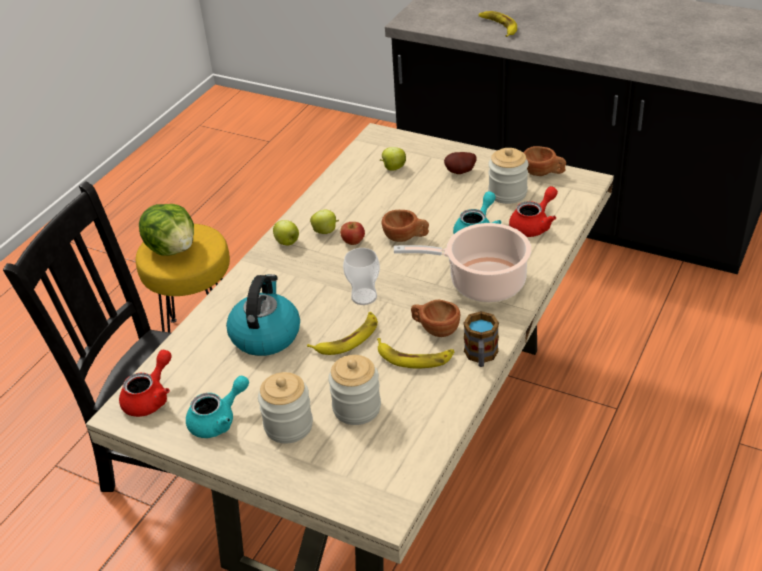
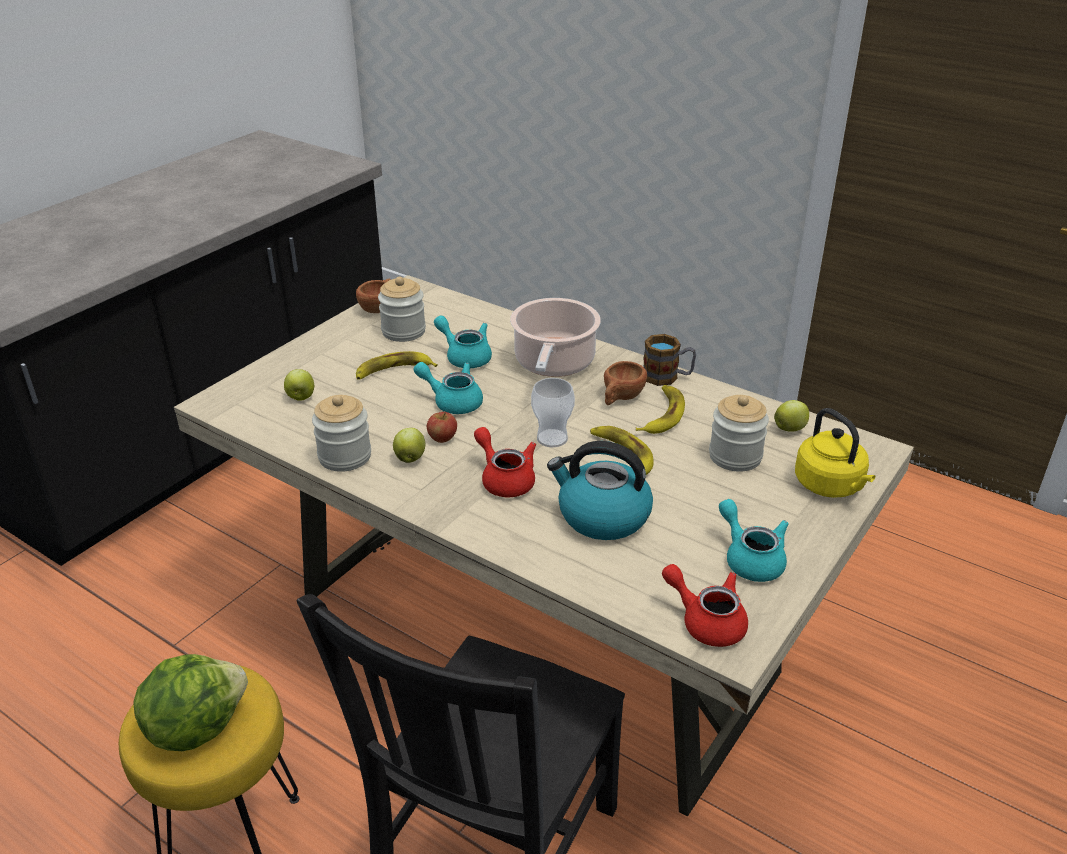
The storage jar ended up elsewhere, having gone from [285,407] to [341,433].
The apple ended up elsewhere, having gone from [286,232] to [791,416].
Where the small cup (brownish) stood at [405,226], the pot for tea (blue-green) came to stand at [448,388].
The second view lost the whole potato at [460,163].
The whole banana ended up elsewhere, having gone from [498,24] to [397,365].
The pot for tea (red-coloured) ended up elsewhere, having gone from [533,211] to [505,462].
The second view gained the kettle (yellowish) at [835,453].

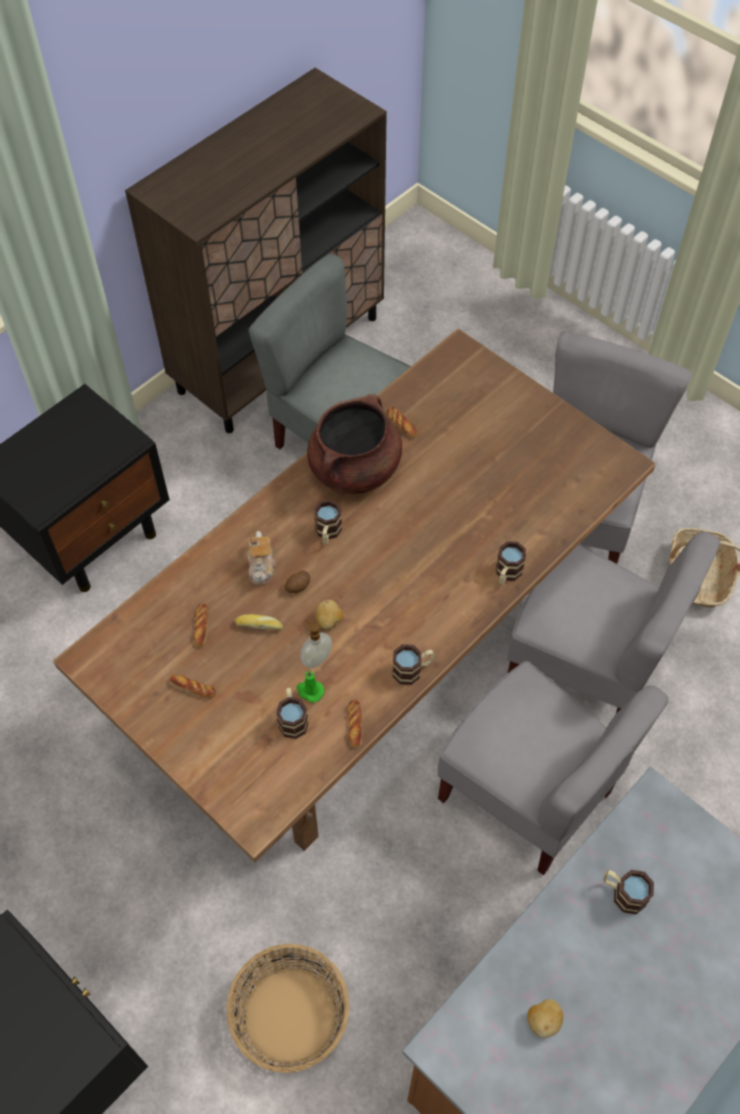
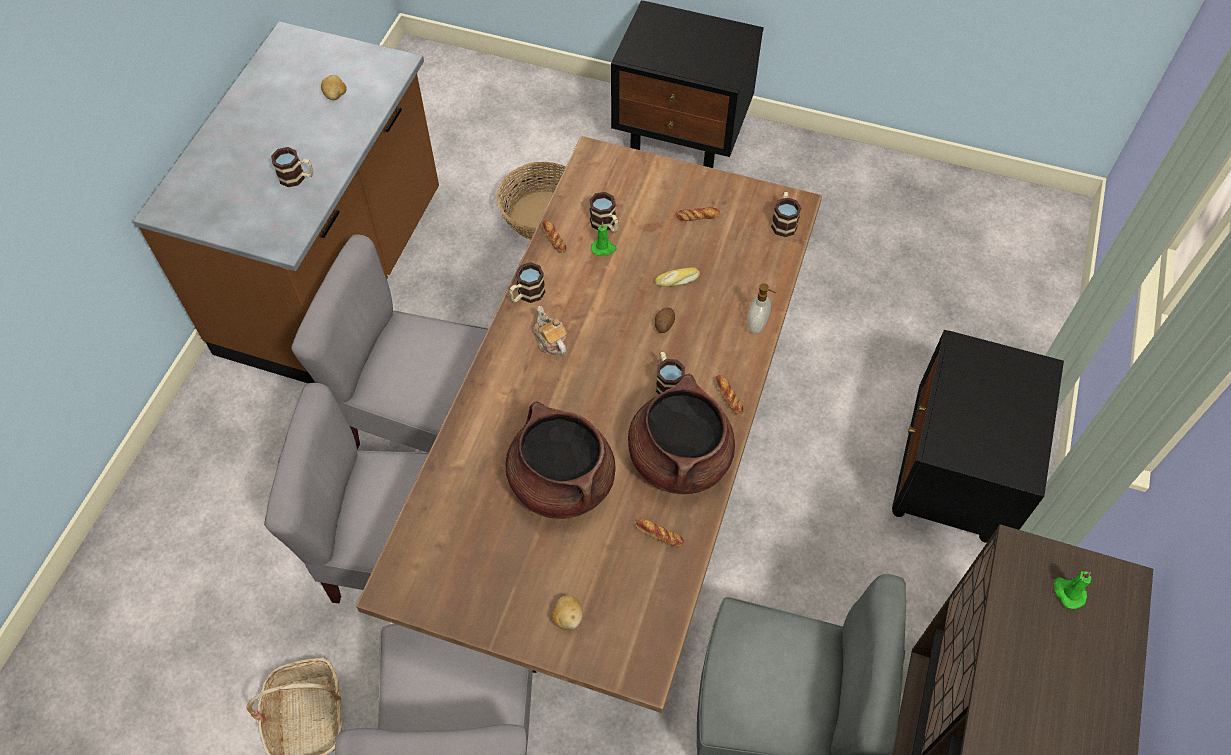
The bakery bread ended up elsewhere, having gone from [201,625] to [729,395].
The pot for tea ended up elsewhere, having gone from [262,558] to [550,331].
The soap dispenser ended up elsewhere, having gone from [316,644] to [761,308].
The whole potato ended up elsewhere, having gone from [329,614] to [567,613].
The mug ended up elsewhere, having gone from [511,563] to [786,214].
The second view gained the stockpot (brownish) at [560,460].
The second view gained the wax candle (green) at [1072,590].

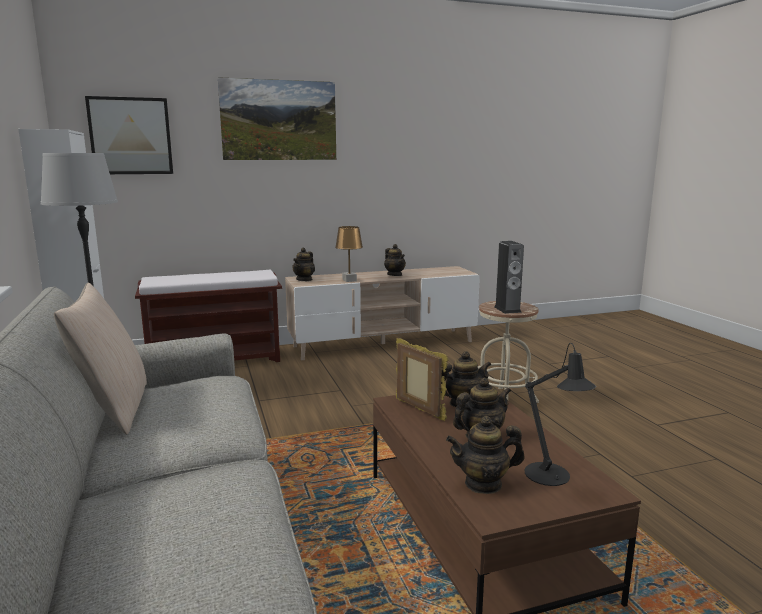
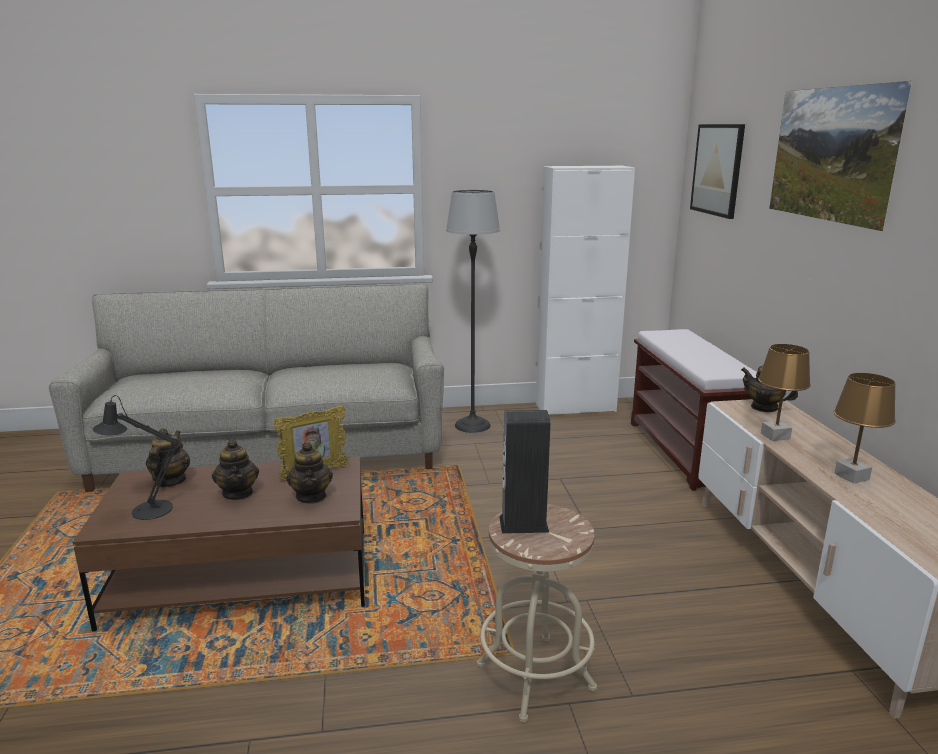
The second view lost the throw pillow (beige) at [100,359].
Where the pot for tea stood at [395,260], the table lamp (brownish) came to stand at [865,428].

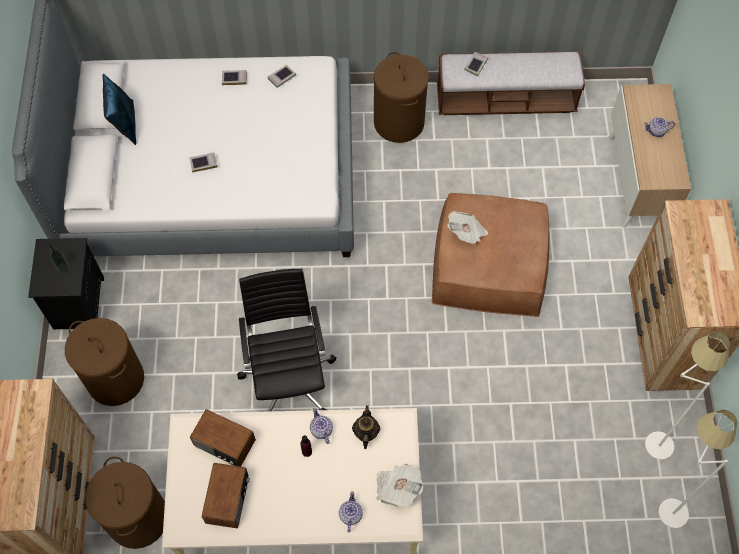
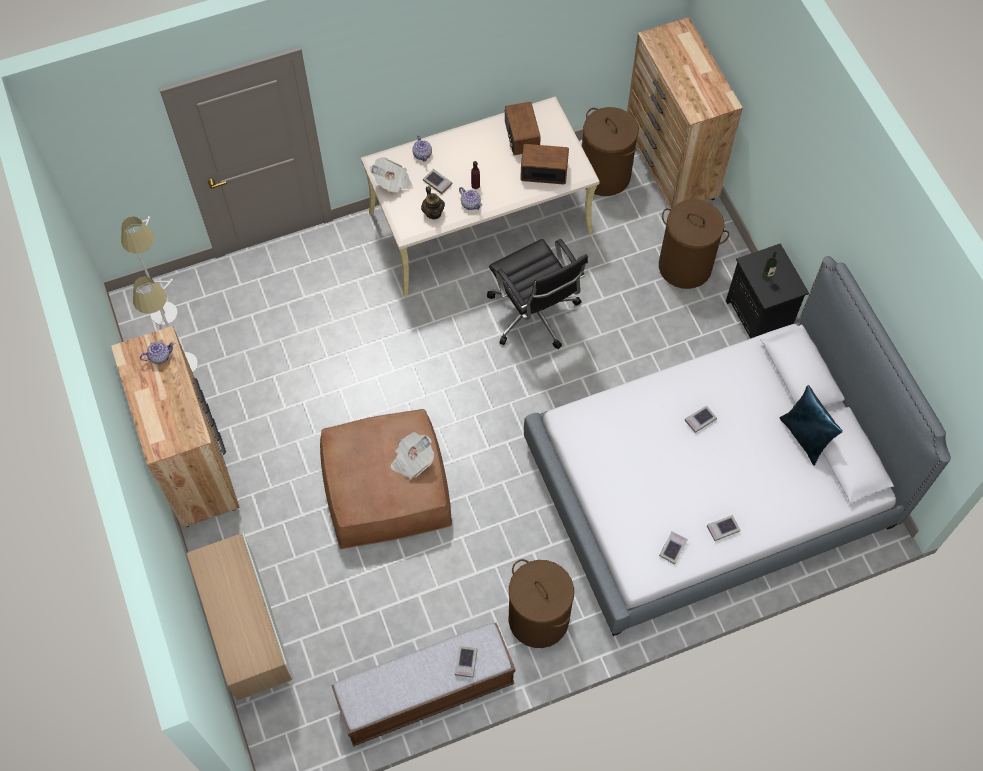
The pot for tea ended up elsewhere, having gone from [659,127] to [157,353].
The second view gained the volume at [437,181].

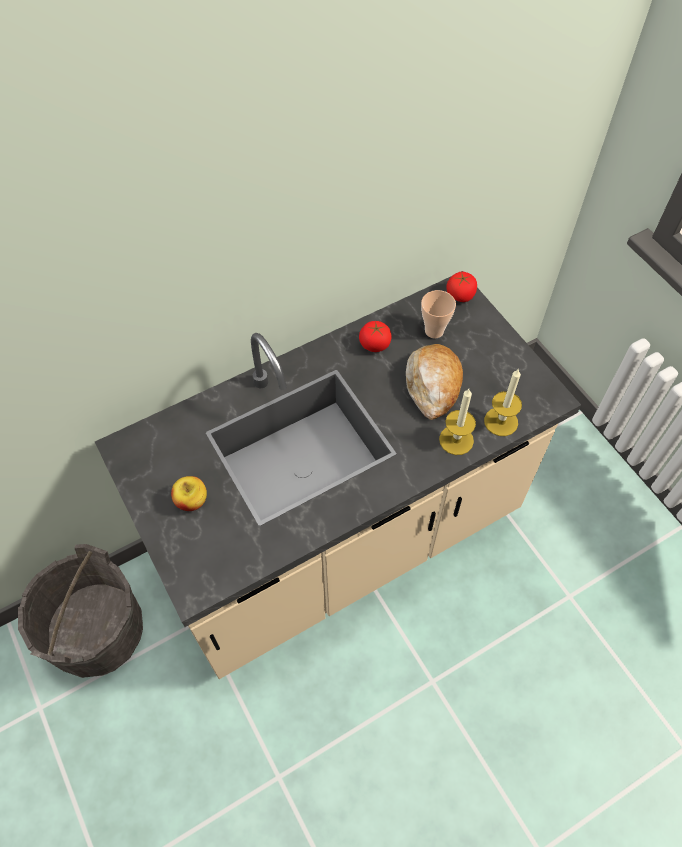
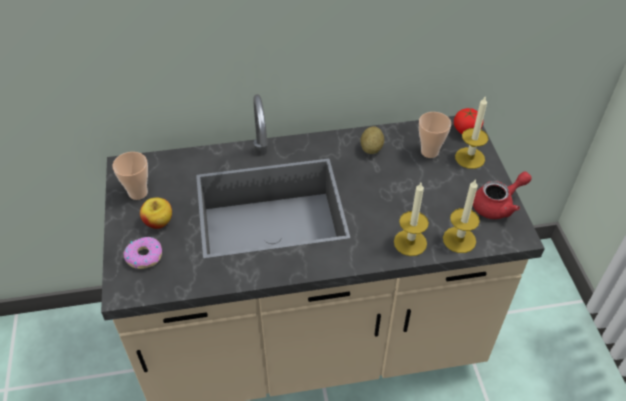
The second view lost the pail (grey) at [80,611].
Where the tomato stood at [375,336], the whole potato came to stand at [372,140].
The second view lost the bakery bread at [434,382].
The second view gained the small cup at [130,176].
The second view gained the donut at [143,253].
The second view gained the wax candle at [471,133].
The second view gained the pot for tea (red-coloured) at [502,195].

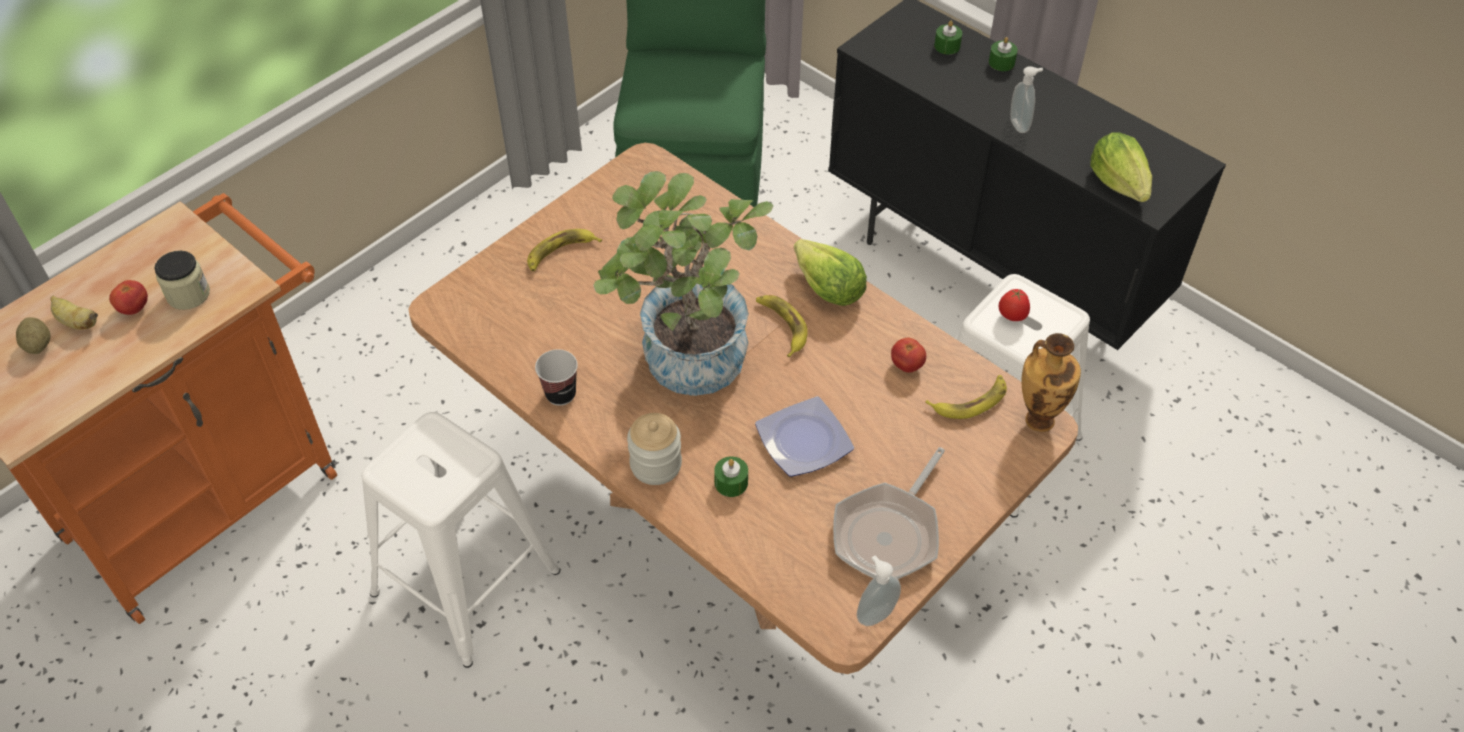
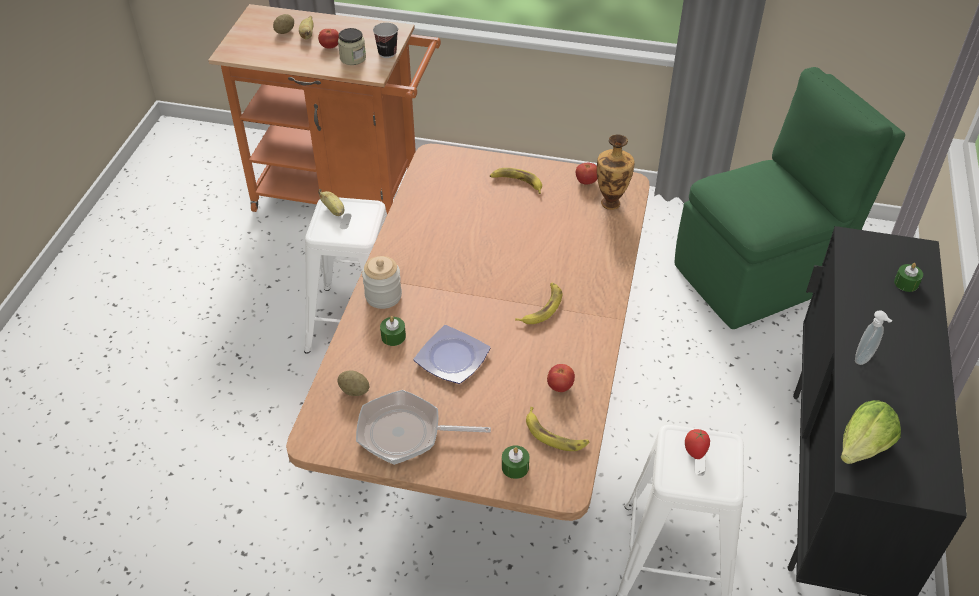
The small cup ended up elsewhere, having gone from [556,377] to [385,40].
The second view lost the plant in a pot at [683,283].
The second view lost the lettuce head at [830,272].
The second view lost the soap dispenser at [879,590].
The wax candle (green) ended up elsewhere, having gone from [1003,54] to [515,462].
The vase ended up elsewhere, having gone from [1051,382] to [615,172].
The second view gained the whole banana at [331,202].
The second view gained the whole potato at [353,383].
The second view gained the tomato at [586,173].

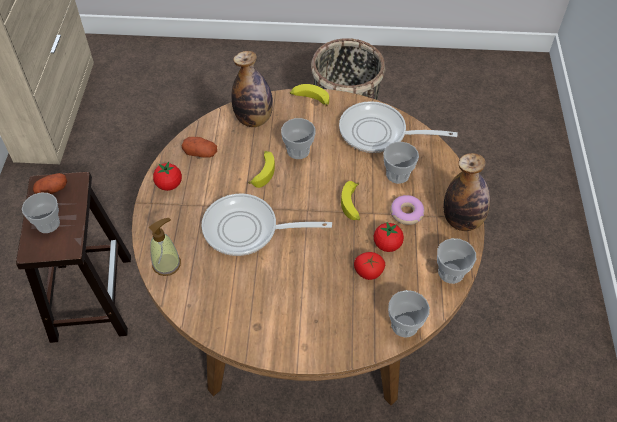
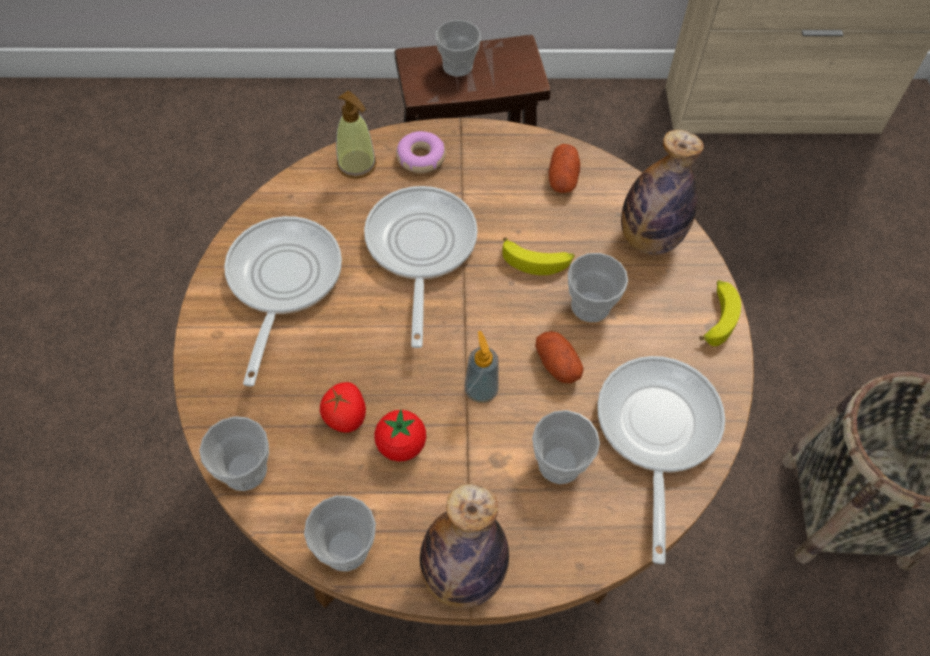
The whole potato ended up elsewhere, having gone from [50,183] to [559,357].
The second view lost the tomato at [167,176].
Where the whole banana stood at [350,200], the soap dispenser came to stand at [481,367].
The donut ended up elsewhere, having gone from [407,210] to [421,152].
The second view gained the frying pan at [283,301].

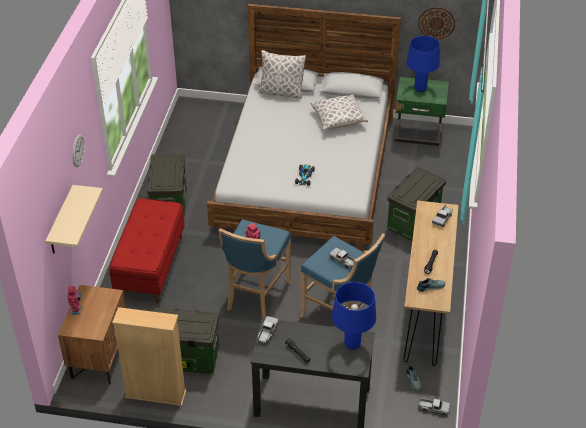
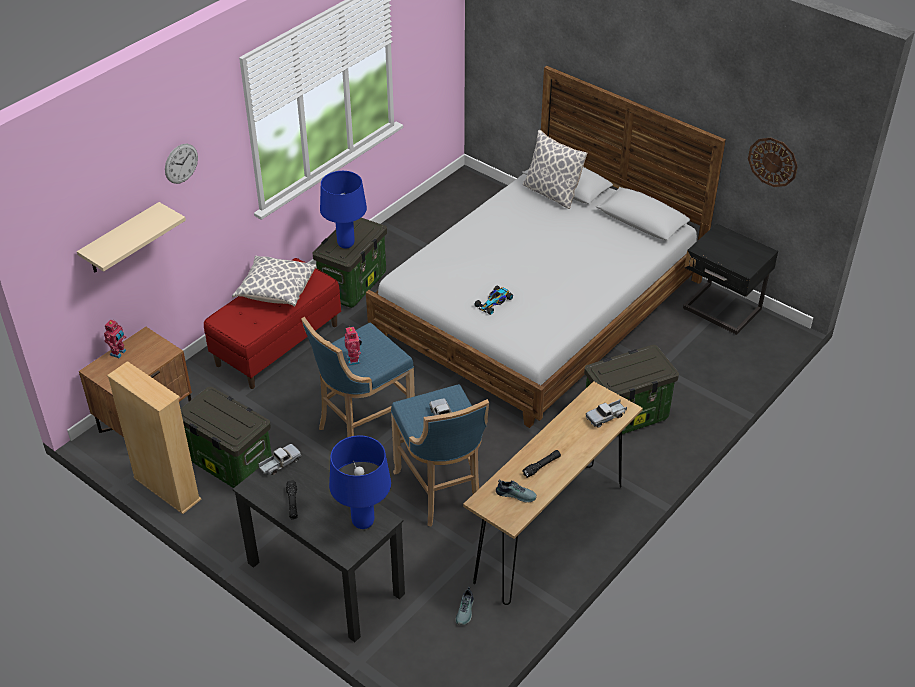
The throw pillow ended up elsewhere, having gone from [339,113] to [274,281].
What was the nightstand (green) at [422,111] turned into the nightstand (black-coloured) at [730,279].
The table lamp (blue) ended up elsewhere, having gone from [423,64] to [343,209].
The second view lost the model truck at [434,407].

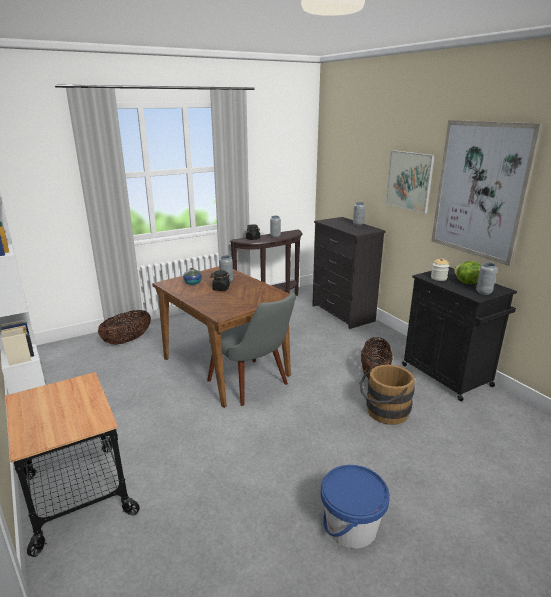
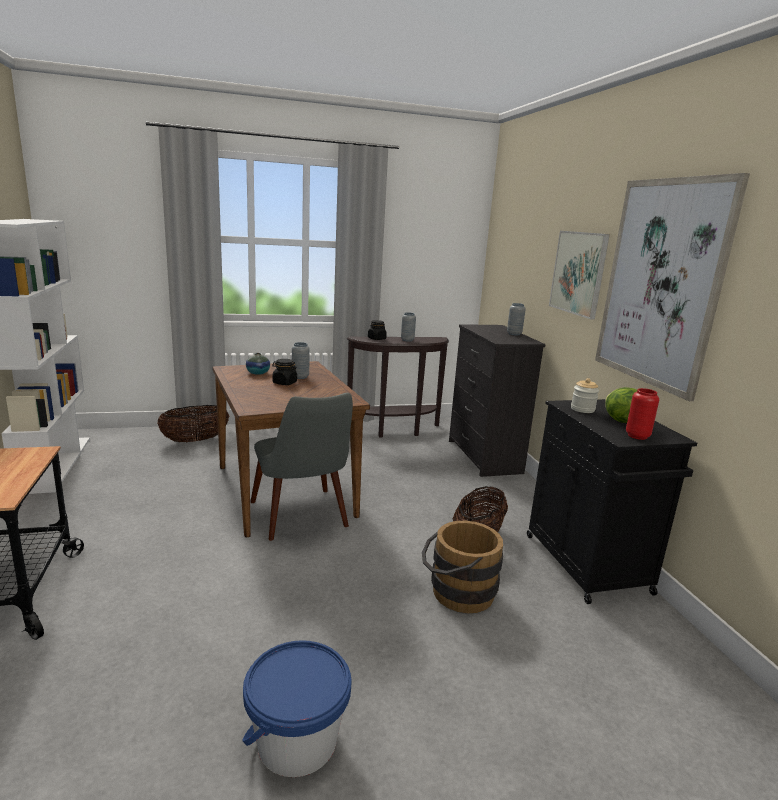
What was the vase (grey) at [486,278] turned into the vase (red-coloured) at [642,414].

